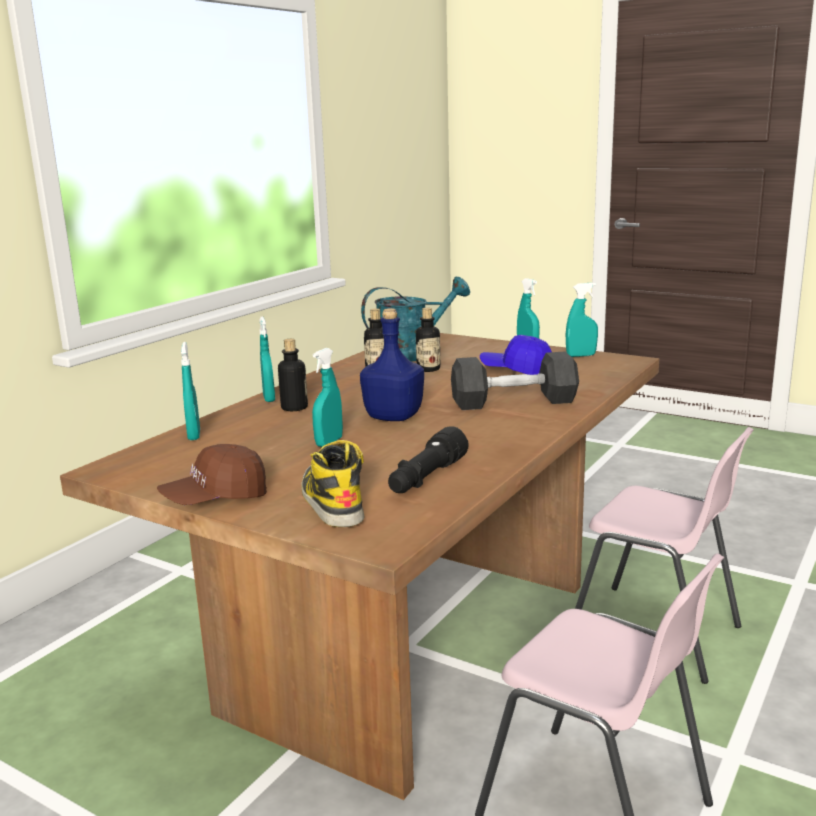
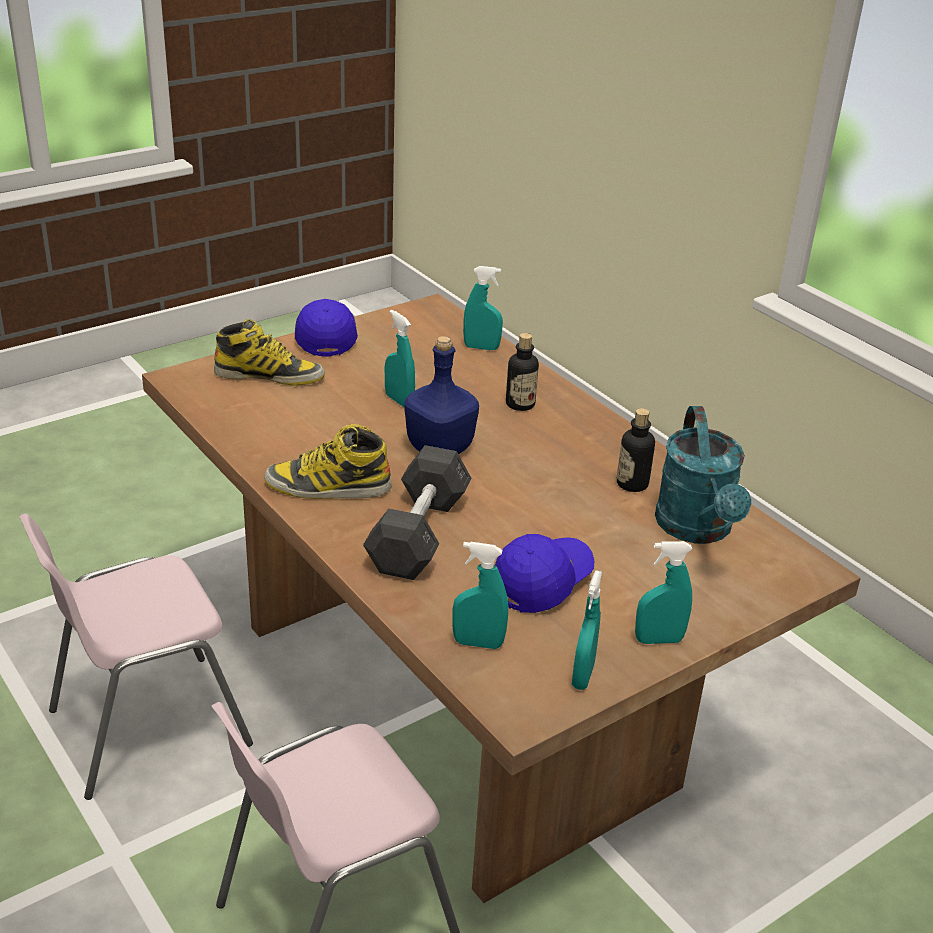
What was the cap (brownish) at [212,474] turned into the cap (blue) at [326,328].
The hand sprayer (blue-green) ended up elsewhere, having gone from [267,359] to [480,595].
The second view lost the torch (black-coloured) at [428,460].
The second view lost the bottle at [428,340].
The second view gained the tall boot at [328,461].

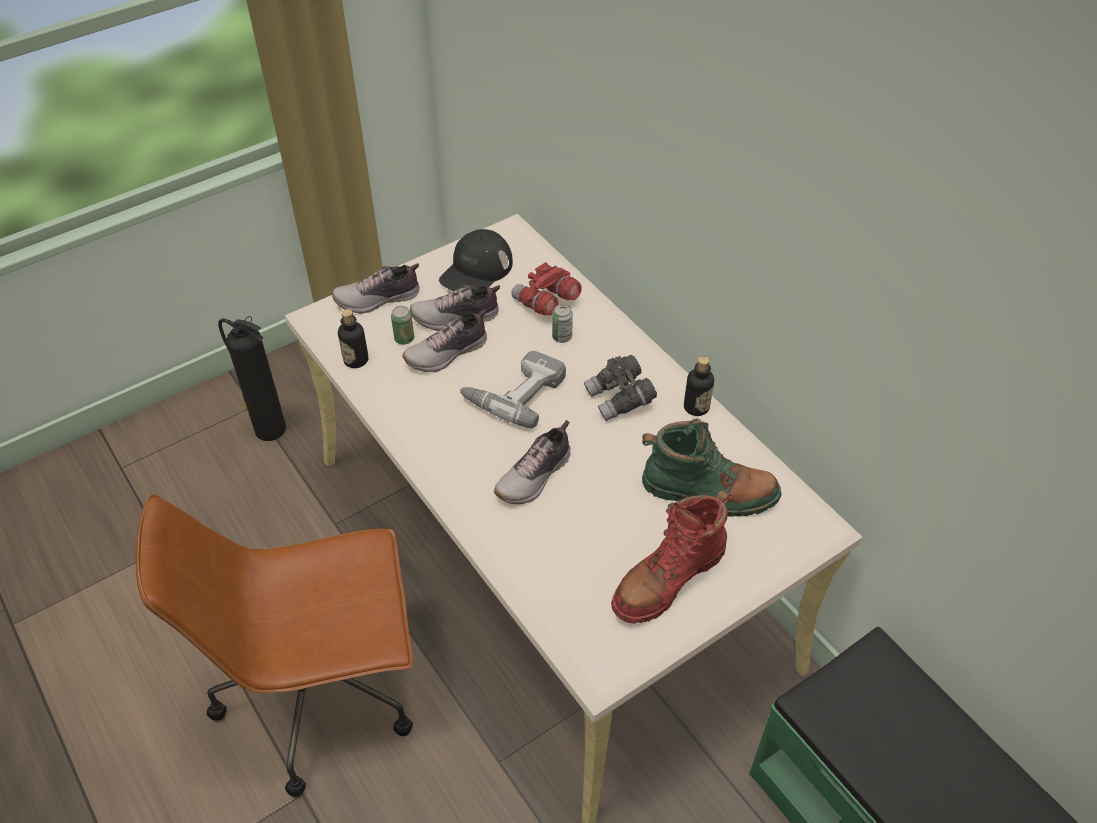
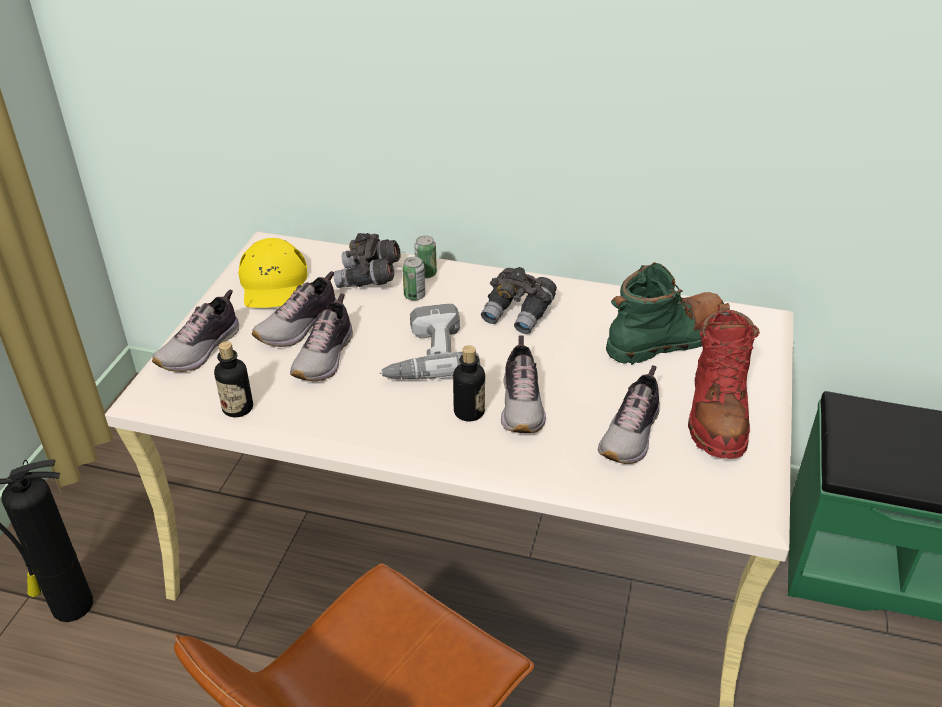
The metal can ended up elsewhere, having gone from [402,325] to [425,256].
What was the cap (black-coloured) at [476,260] turned into the cap (yellowish) at [273,273].
What was the field glasses (red-coloured) at [546,289] turned into the field glasses (grey) at [367,260].
The bottle ended up elsewhere, having gone from [699,386] to [469,383].
The second view gained the shoe at [629,414].

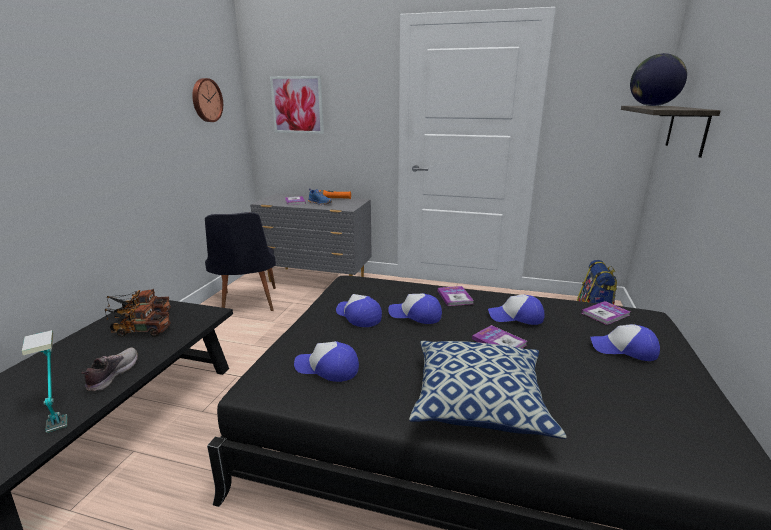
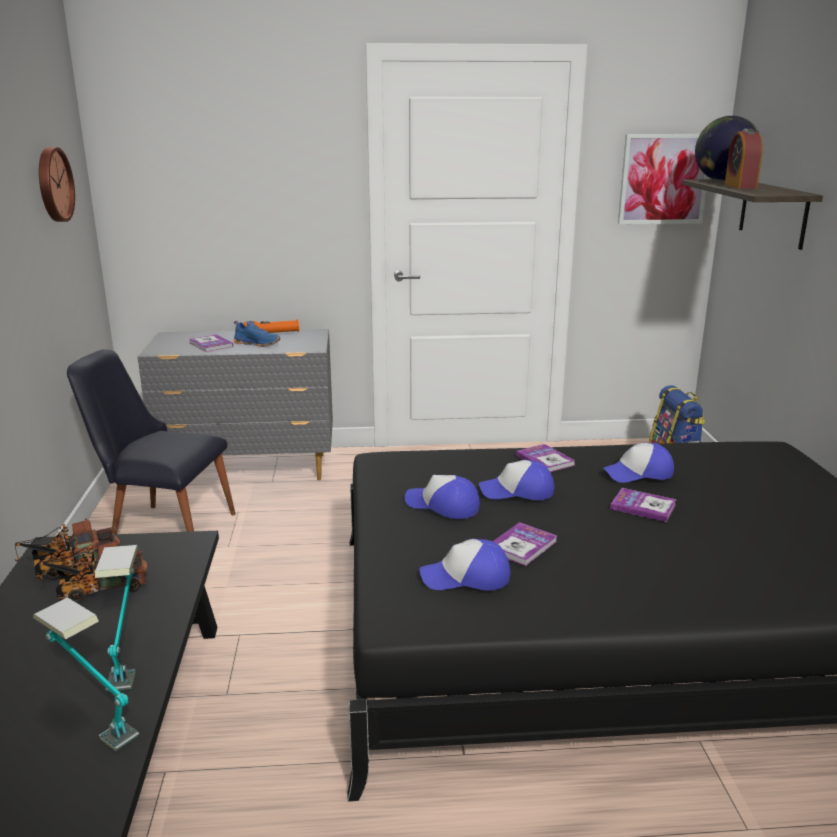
Where the shoe stood at [109,369], the table lamp came to stand at [116,618].
The plain chair (black-coloured) at [240,261] ended up facing another way, 135 degrees clockwise from before.
The wall art ended up elsewhere, having gone from [297,105] to [663,179].
The second view lost the throw pillow at [488,390].
The volume ended up elsewhere, having gone from [605,313] to [525,544].
The second view lost the cap at [625,342].
The second view gained the table clock at [744,159].

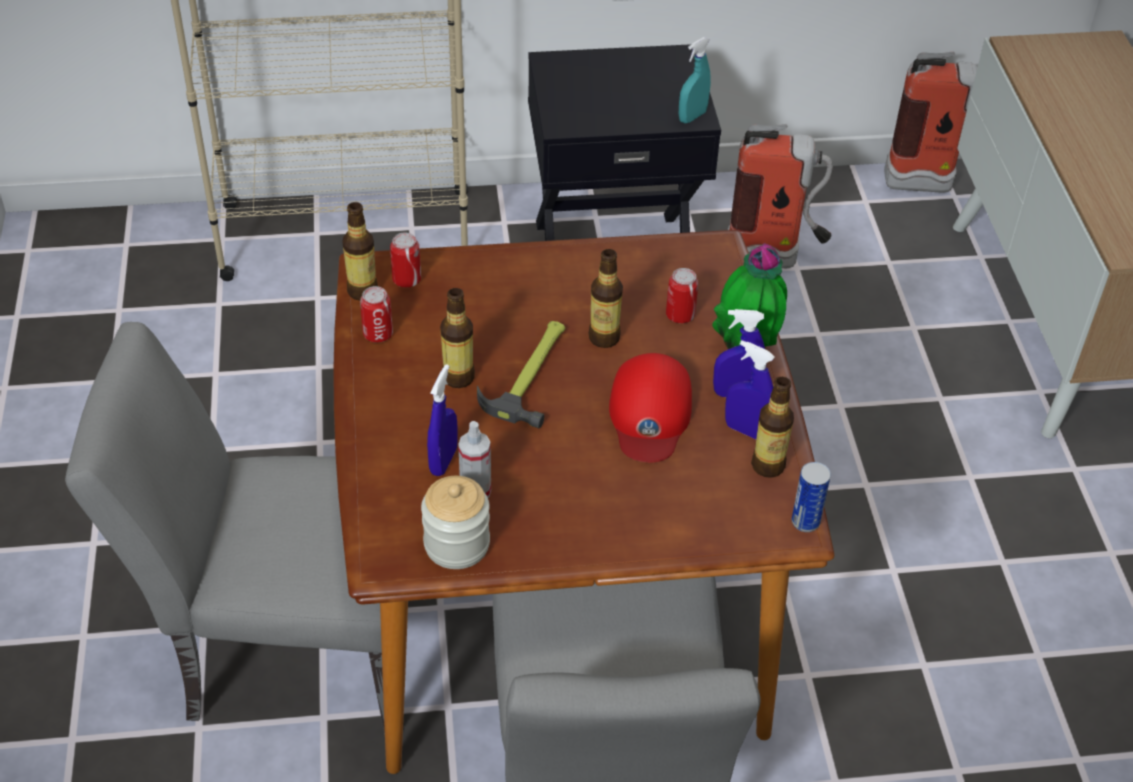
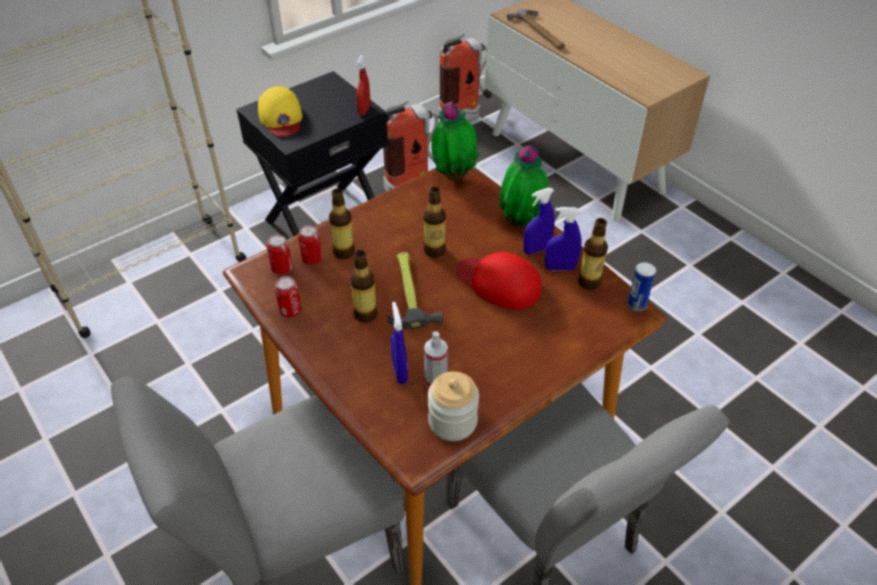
The bottle ended up elsewhere, having gone from [360,251] to [342,223].
The cap (red-coloured) at [650,407] ended up facing another way, 150 degrees clockwise from before.
The metal can ended up elsewhere, having gone from [682,295] to [310,245].
What was the hand sprayer (blue-green) at [695,80] turned into the hand sprayer (red-coloured) at [363,85].
The second view gained the cap (yellowish) at [280,111].
The second view gained the plant in a pot at [455,142].
The second view gained the hammer at [536,29].

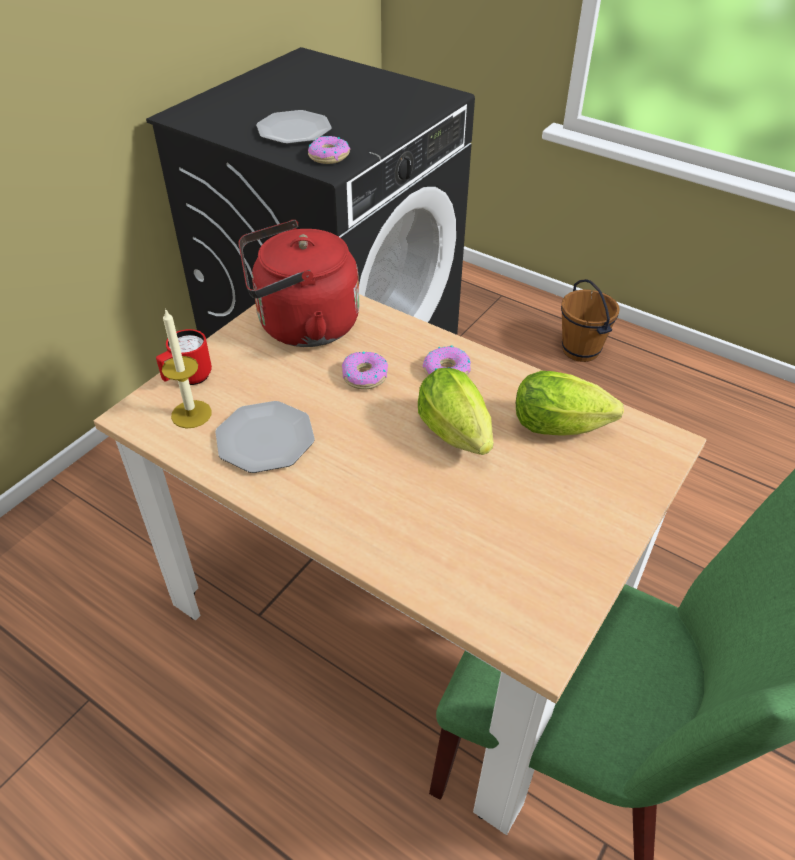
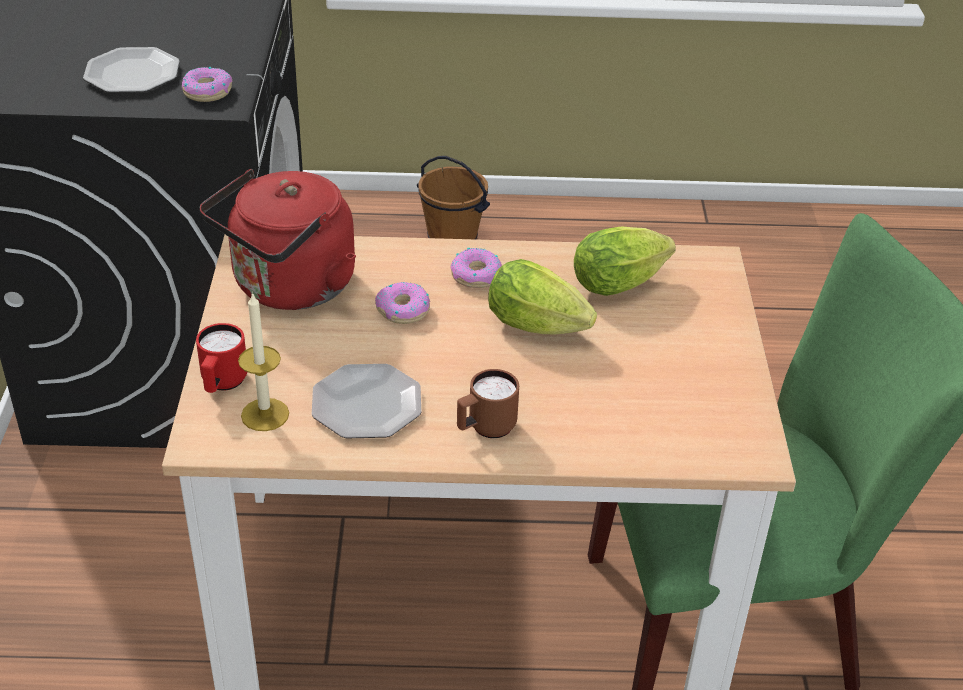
The second view gained the mug (brownish) at [488,403].

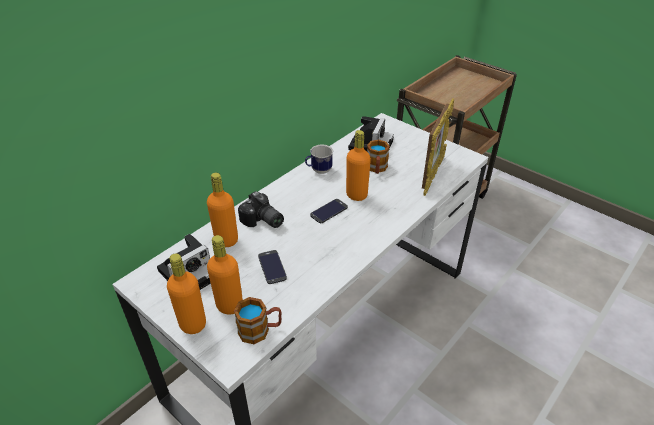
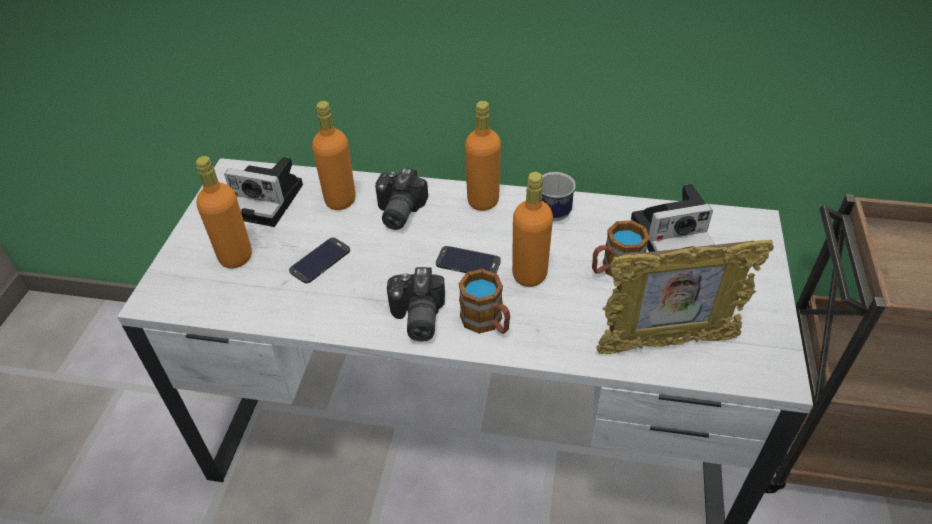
The bottle (orange-coloured) ended up elsewhere, having gone from [186,293] to [483,156].
The mug ended up elsewhere, having gone from [258,320] to [484,301].
The second view gained the photo camera at [416,304].

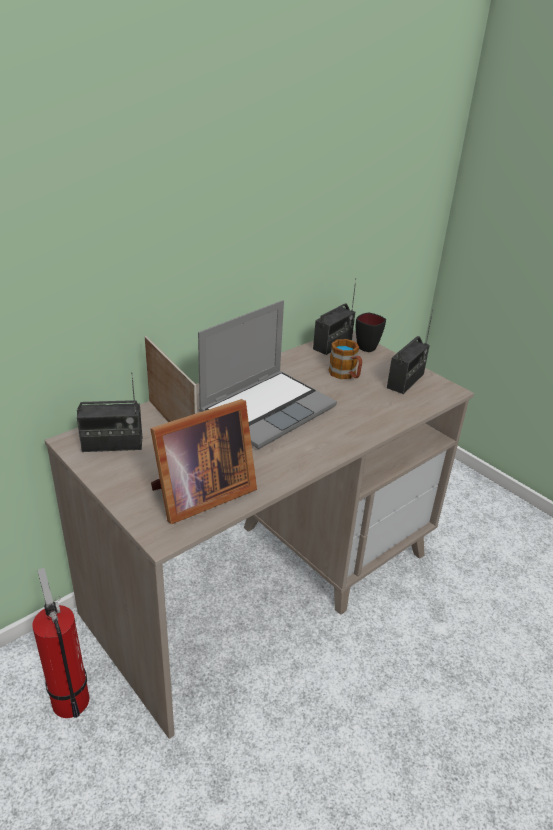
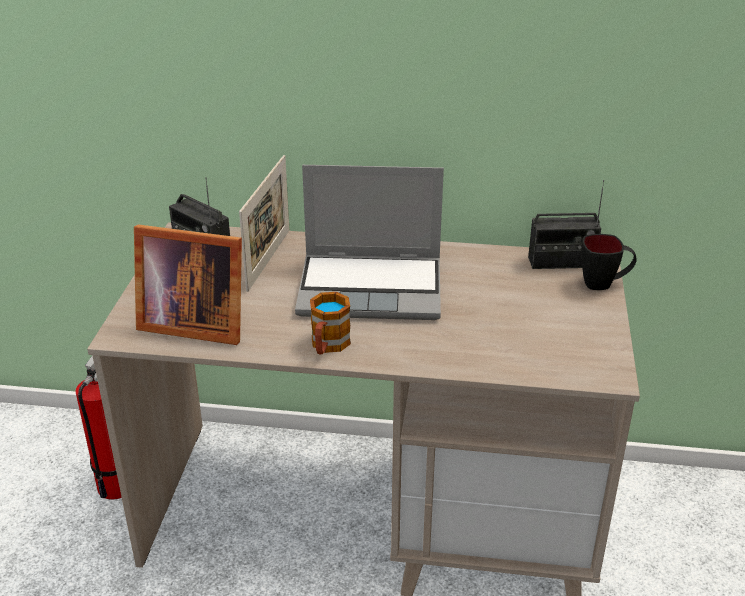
The mug ended up elsewhere, having gone from [345,359] to [330,323].
The second view lost the radio at [410,351].

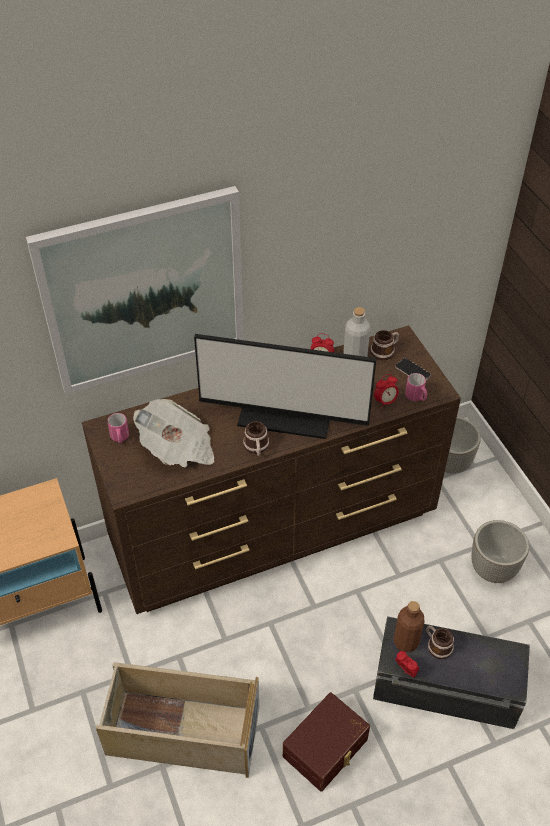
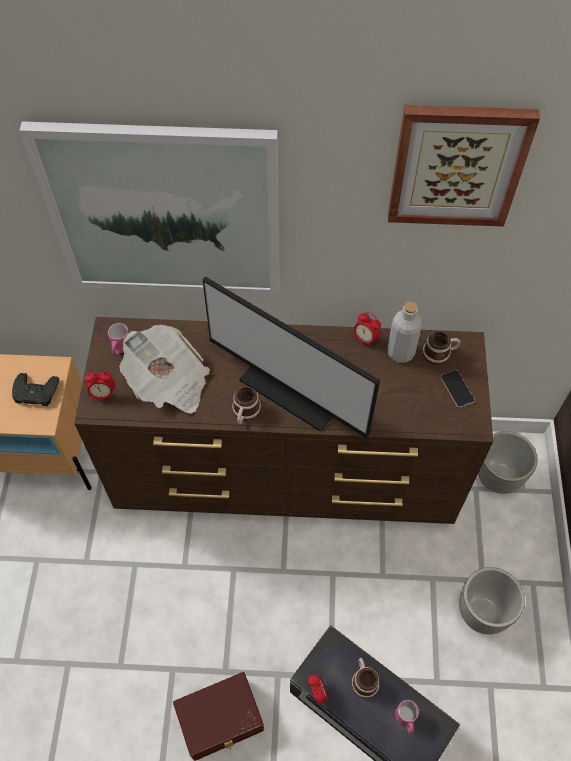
The second view lost the storage container (beige) at [177,720].
The table clock ended up elsewhere, having gone from [386,391] to [100,385].
The second view lost the bottle (brownish) at [409,626].
The mug (pink-coloured) ended up elsewhere, having gone from [416,387] to [407,716].
The second view gained the game controller (black-coloured) at [35,389].
The second view gained the wall art at [464,166].

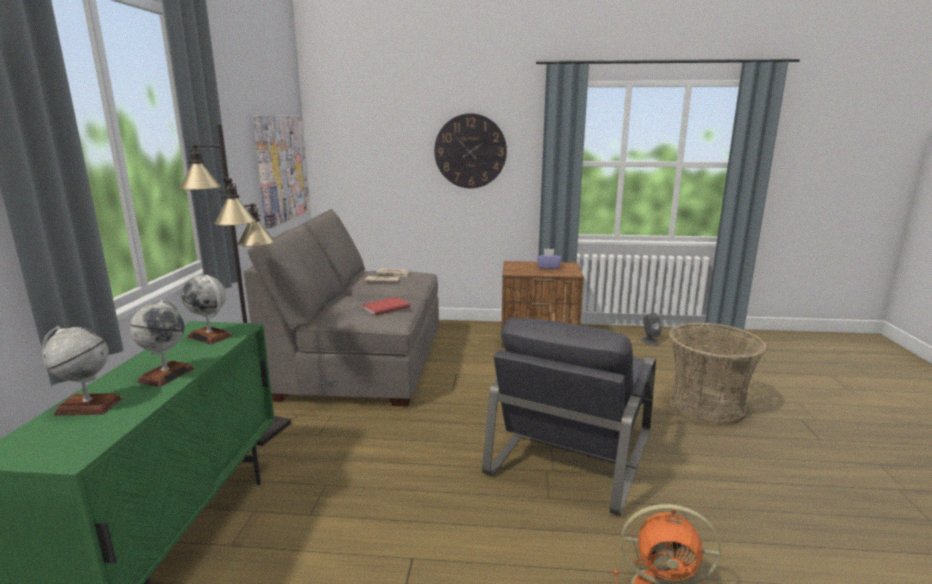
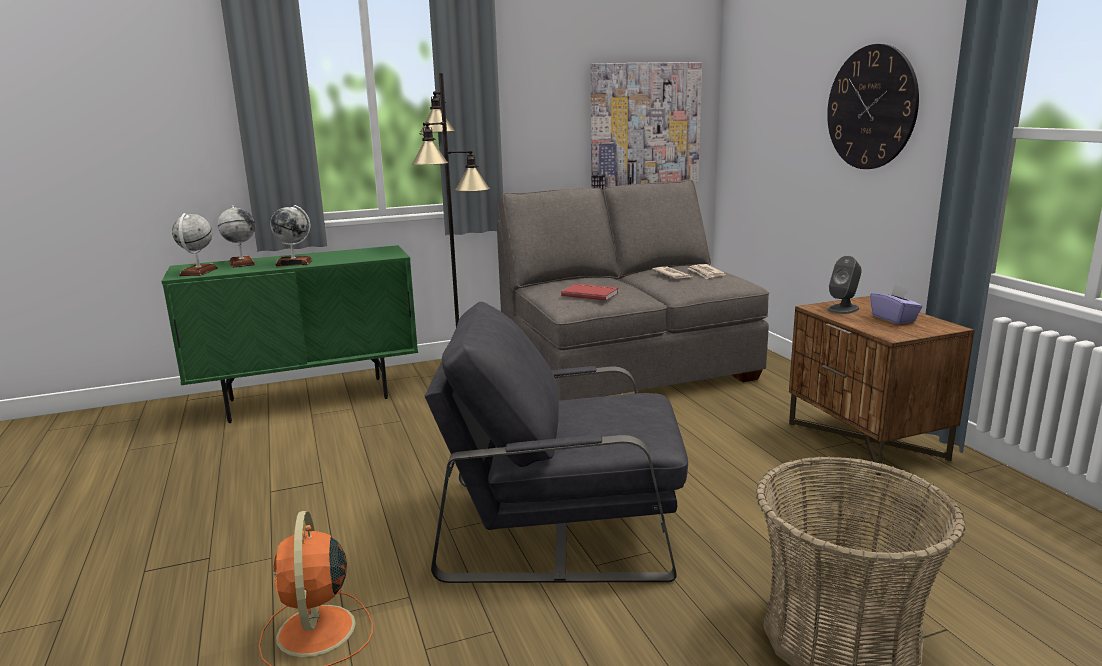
The globe ended up elsewhere, having gone from [206,310] to [195,244].
The audio speaker (grey) ended up elsewhere, having gone from [651,329] to [845,285].

